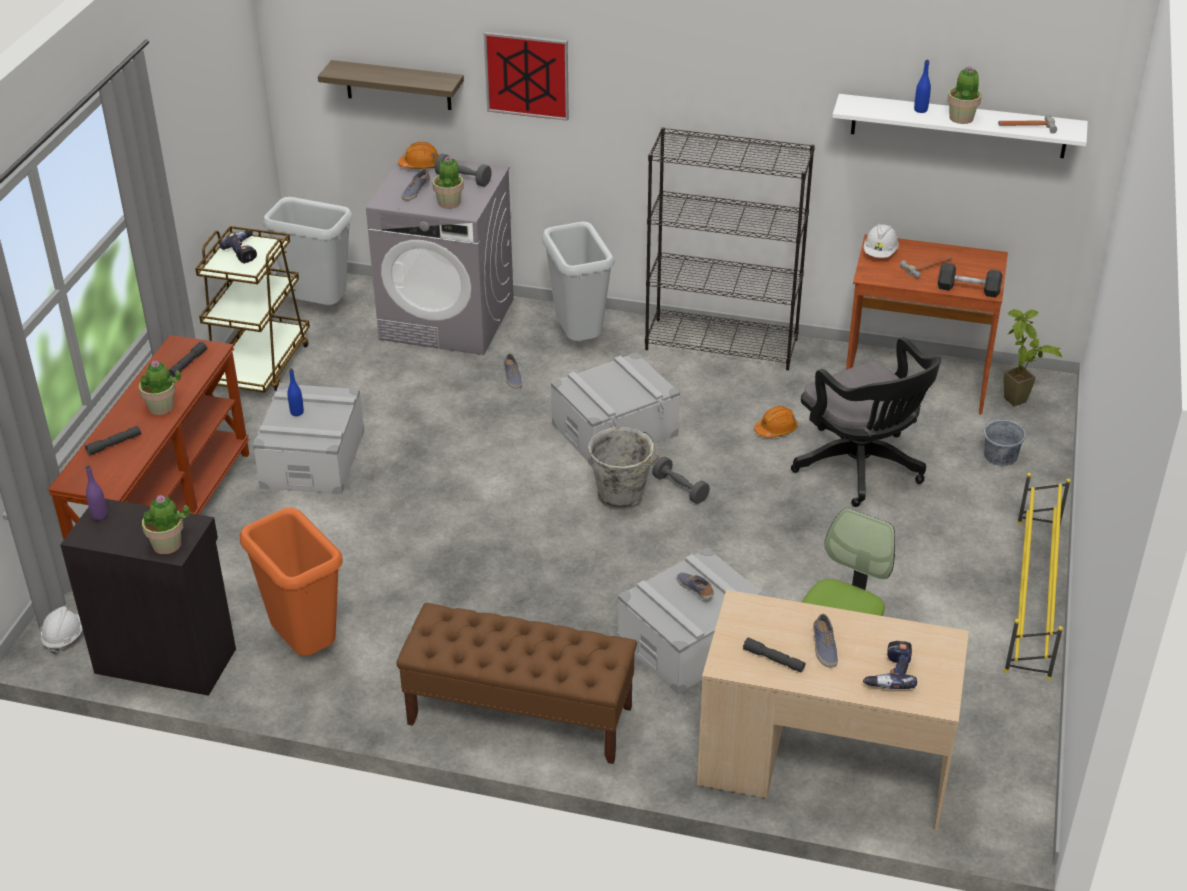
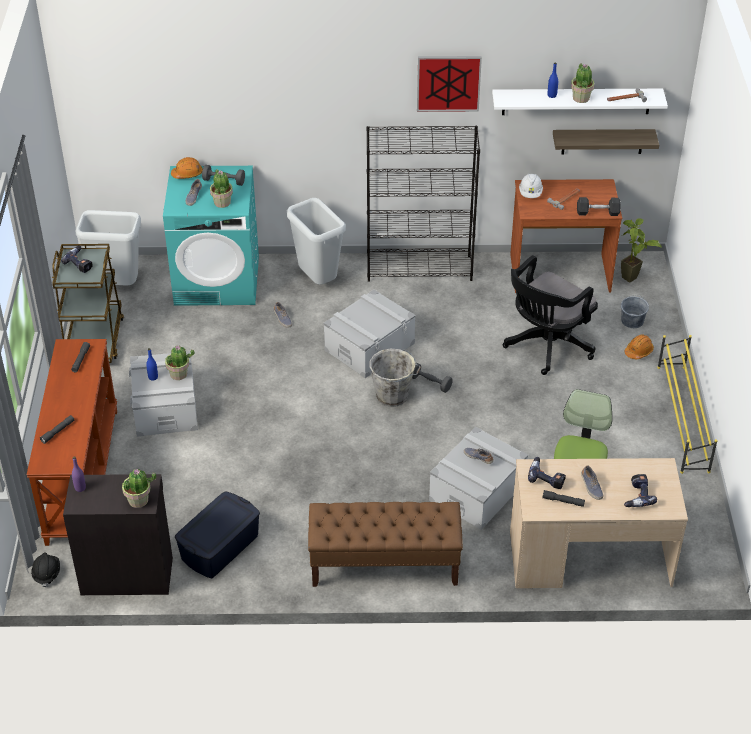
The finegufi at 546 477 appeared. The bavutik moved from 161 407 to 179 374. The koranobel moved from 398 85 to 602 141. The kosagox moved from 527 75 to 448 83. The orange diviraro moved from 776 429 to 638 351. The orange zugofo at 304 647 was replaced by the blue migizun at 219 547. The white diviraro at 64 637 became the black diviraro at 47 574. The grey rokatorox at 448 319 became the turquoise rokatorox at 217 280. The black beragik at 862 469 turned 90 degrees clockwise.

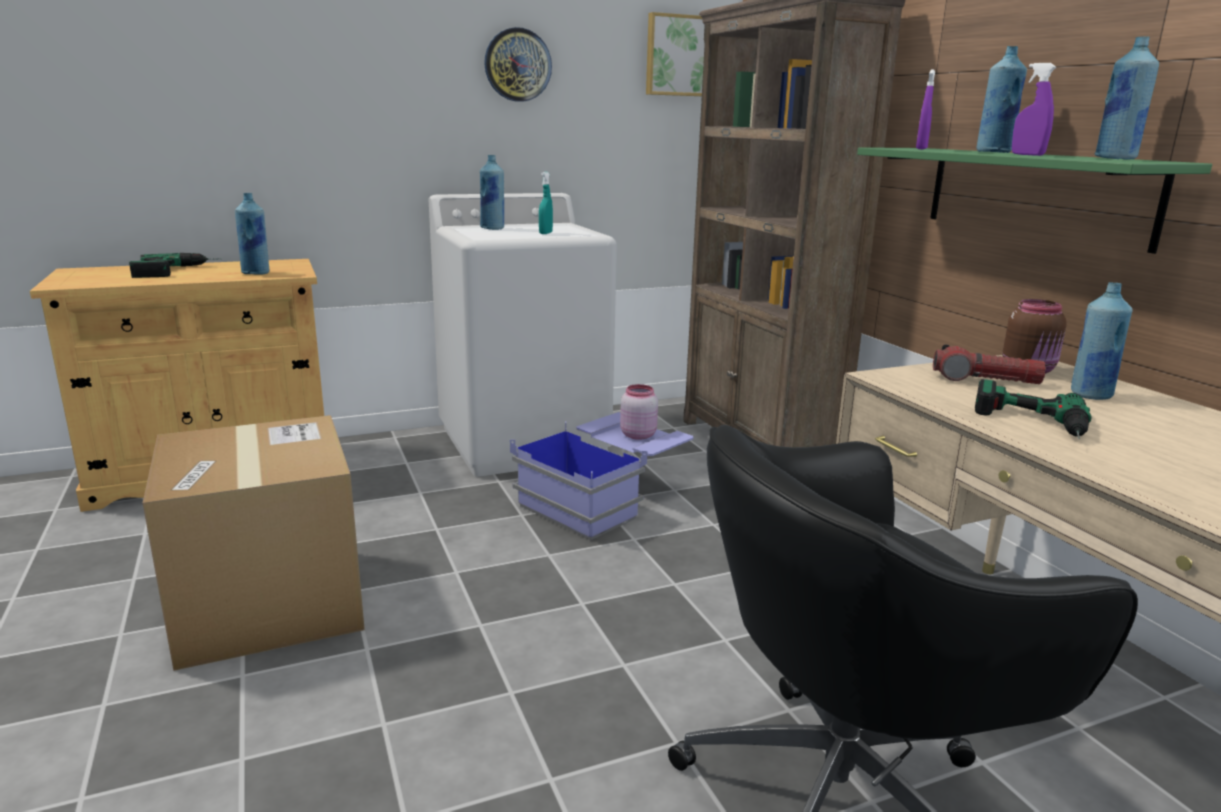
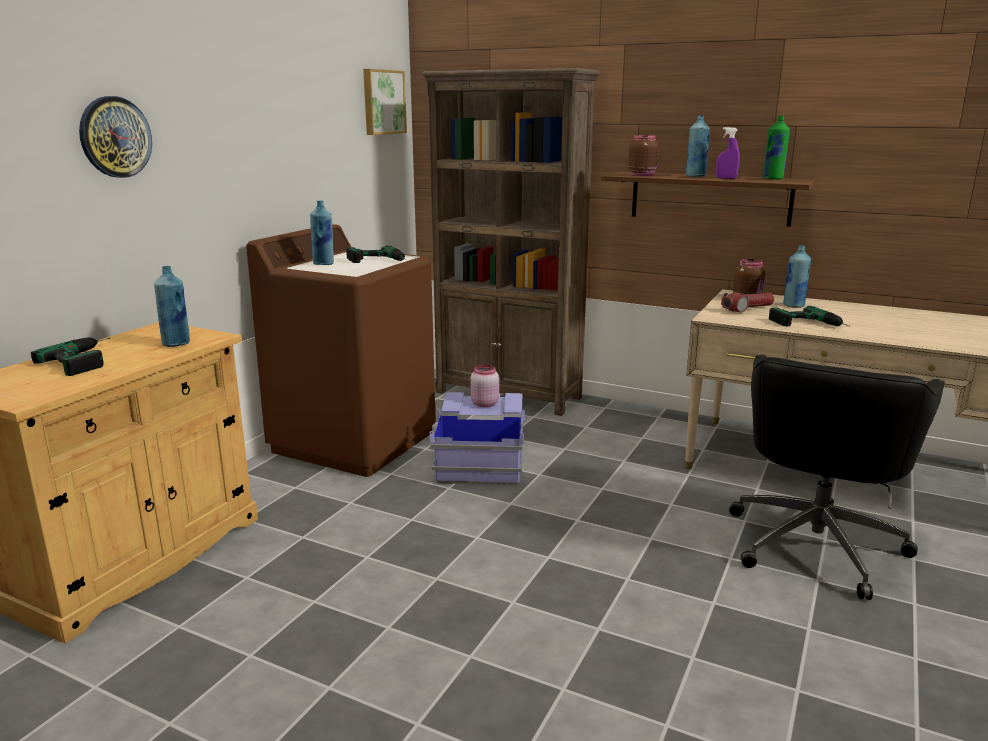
The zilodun at 269 603 disappeared. The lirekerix moved from 517 65 to 115 137. The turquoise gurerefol at 545 233 was replaced by the finegufi at 378 261. The purple gurerefol at 921 149 was replaced by the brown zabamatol at 642 175. The white rokatorox at 524 441 became the brown rokatorox at 354 441. The green koranobel at 1035 194 became the brown koranobel at 710 198. The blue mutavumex at 1115 158 became the green mutavumex at 772 179.

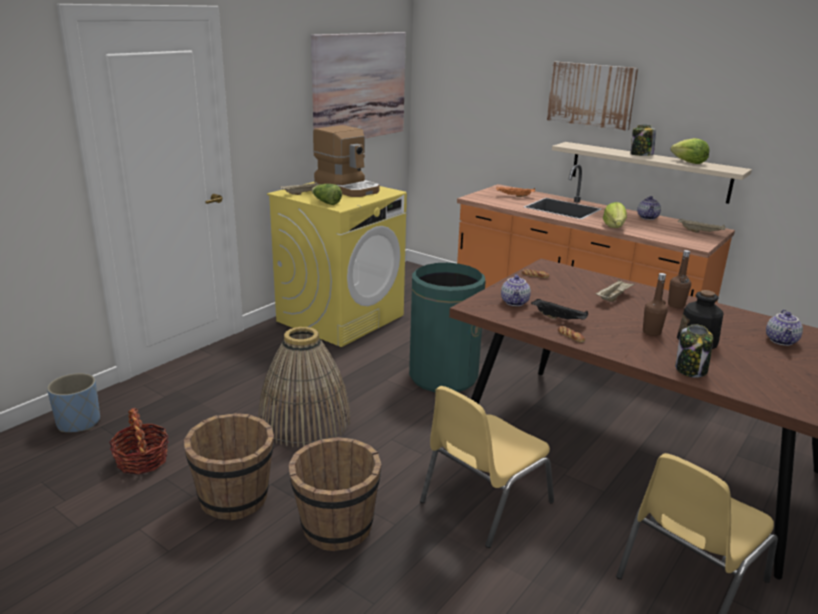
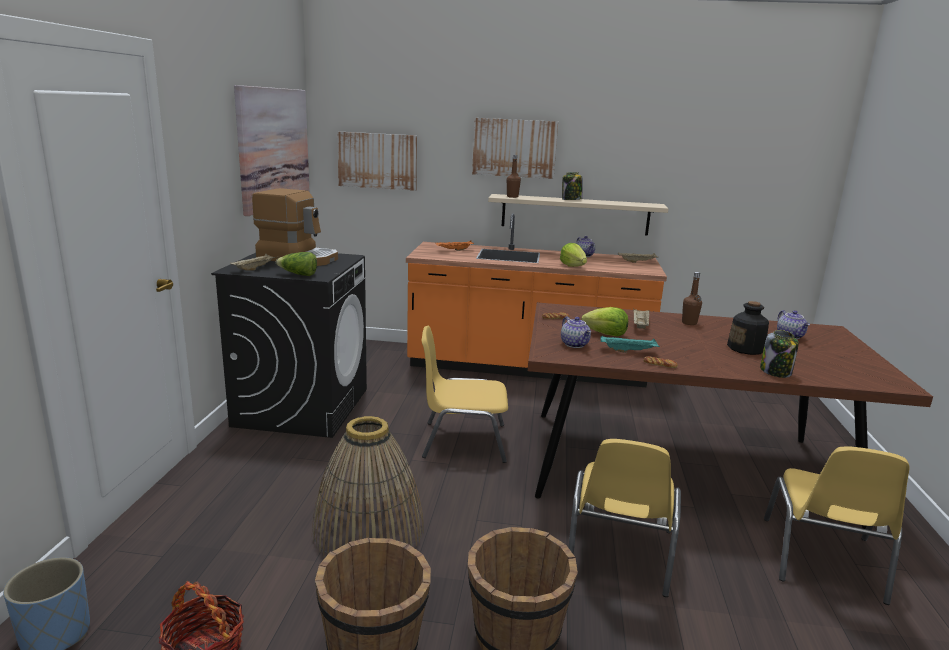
The kosagox at 377 161 appeared. The brown mutavumex moved from 651 332 to 512 196. The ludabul moved from 688 162 to 605 334. The green zugofo at 443 376 was replaced by the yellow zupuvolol at 463 441. The yellow rokatorox at 341 318 became the black rokatorox at 302 407. The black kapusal at 559 318 became the turquoise kapusal at 629 351.

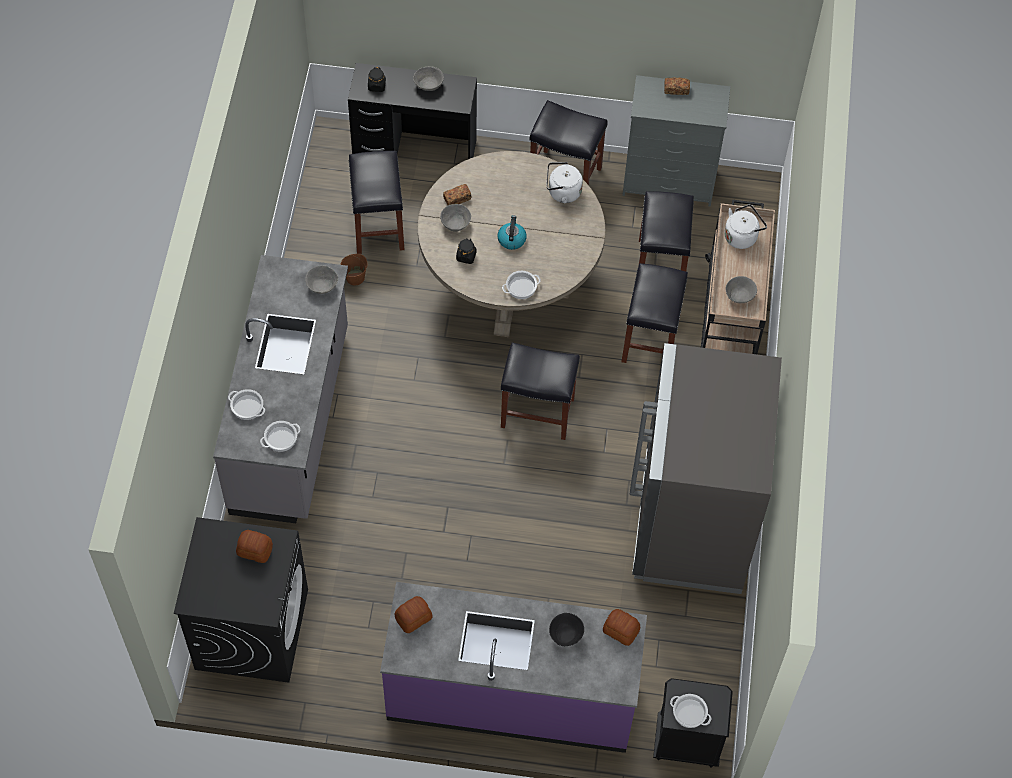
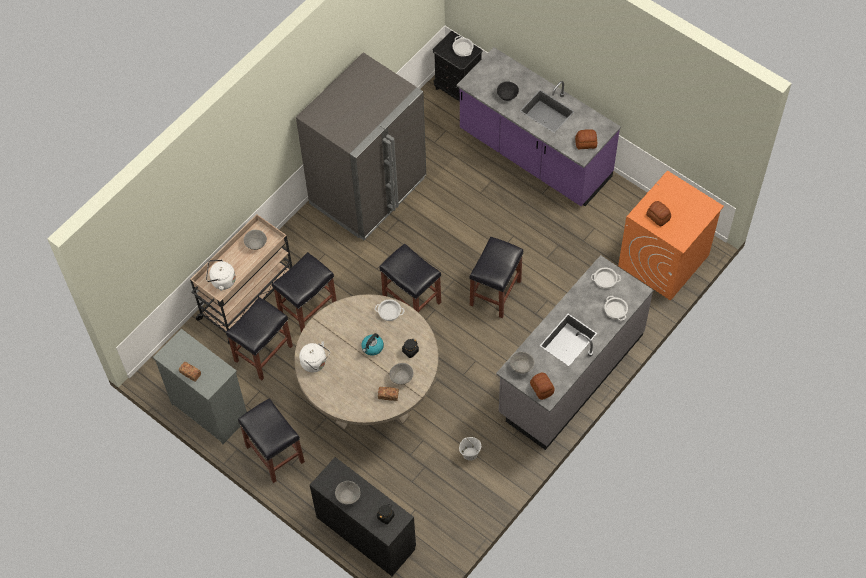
The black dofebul moved from 377 225 to 495 294. The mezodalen moved from 621 631 to 542 388. The black rokatorox at 251 628 became the orange rokatorox at 663 261. The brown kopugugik at 355 277 became the white kopugugik at 469 454.

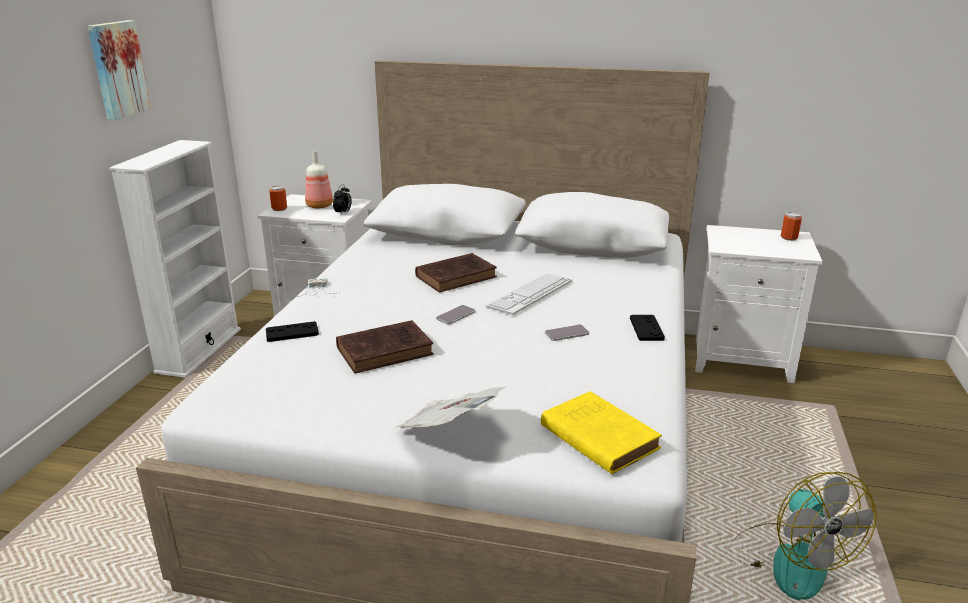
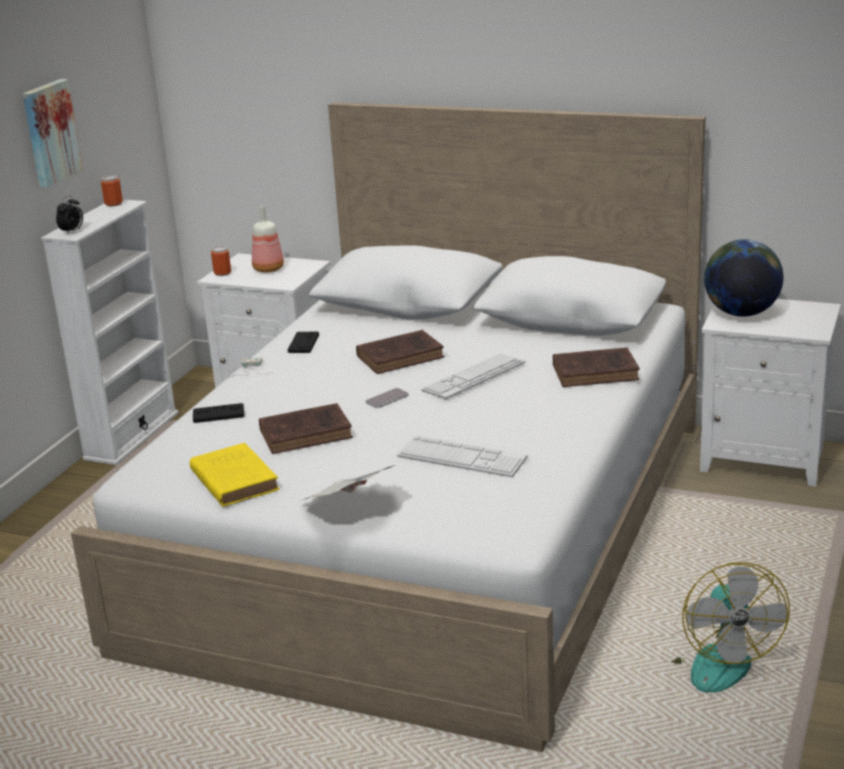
The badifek at 566 333 disappeared. The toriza at 462 458 appeared. The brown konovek at 597 372 appeared. The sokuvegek at 741 313 appeared. The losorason moved from 343 213 to 72 231. The yellow konovek moved from 597 436 to 233 479. The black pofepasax moved from 646 329 to 303 343. The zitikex moved from 789 238 to 113 204.

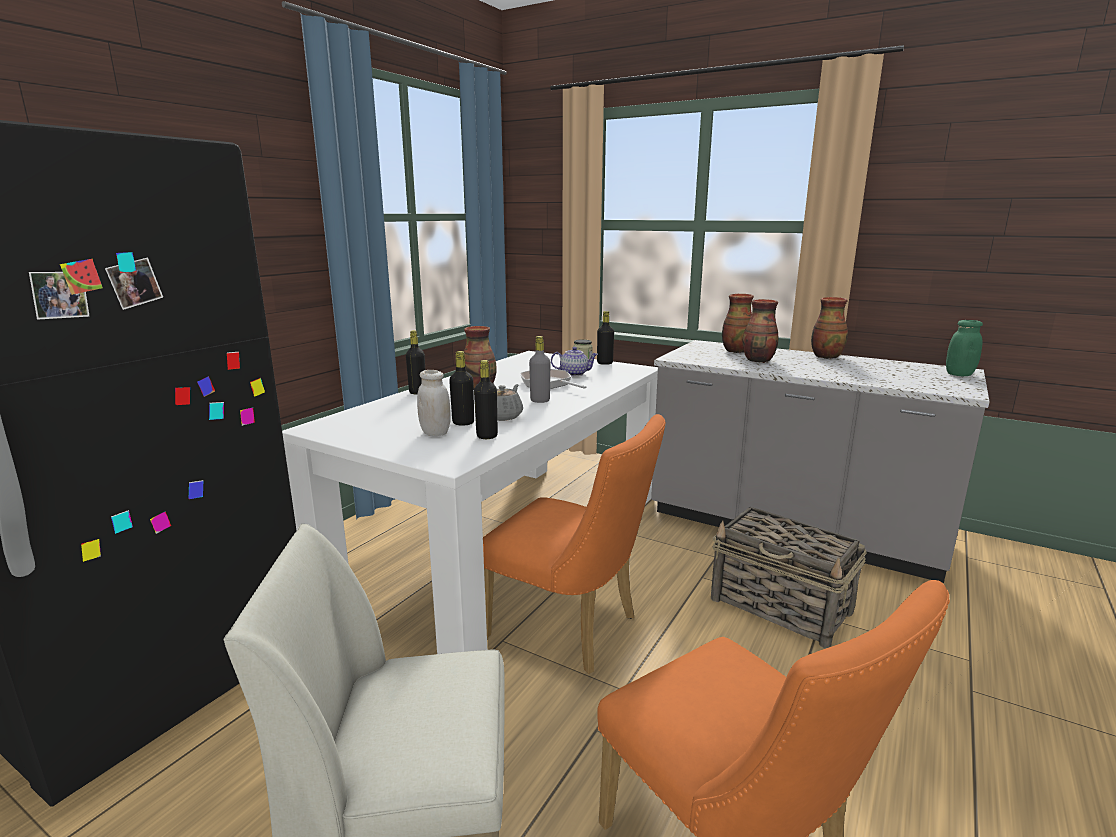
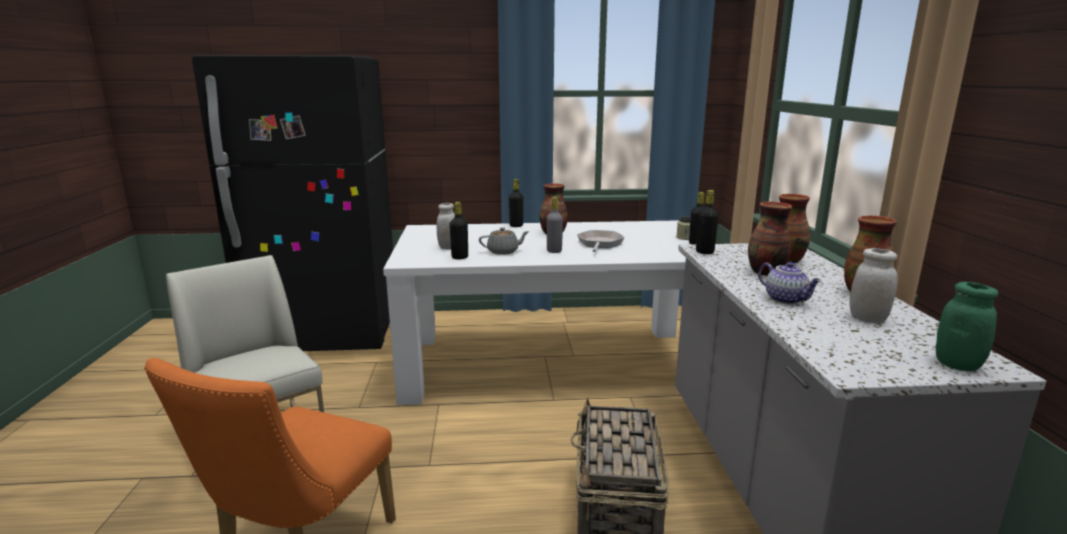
The orange zupuvolol at 571 629 disappeared. The white zabamatol at 867 319 appeared. The black mutavumex moved from 463 423 to 704 252. The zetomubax moved from 574 374 to 786 299.

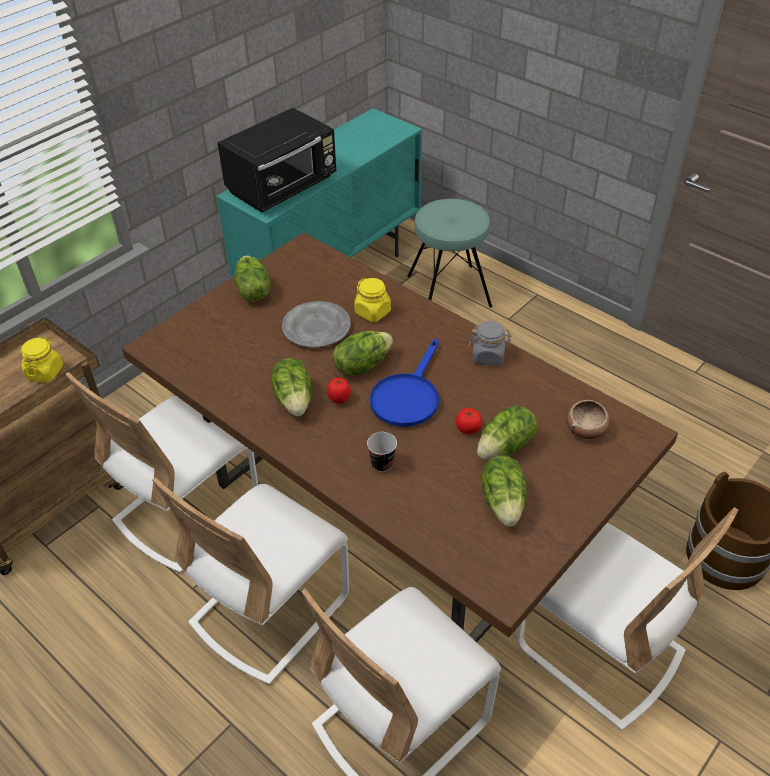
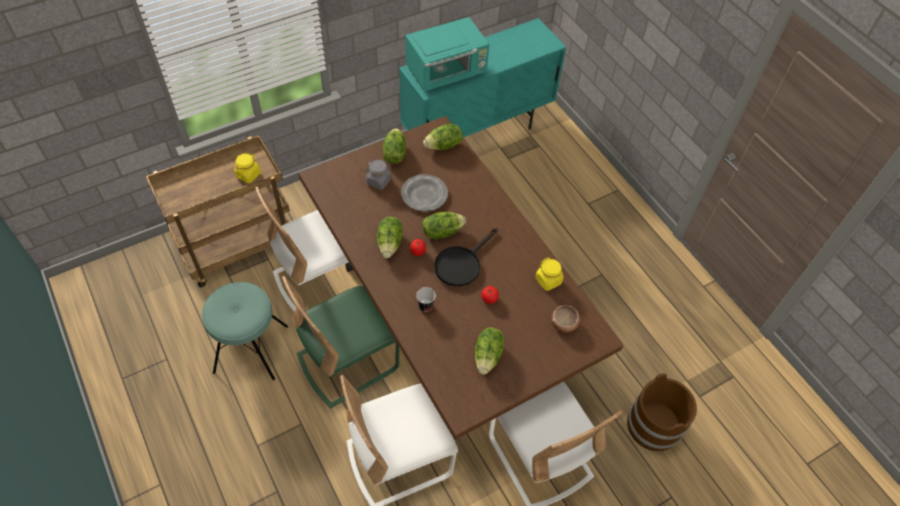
The yellow zabamatol moved from 373 312 to 548 280. The turquoise dofebul moved from 449 291 to 251 349. The grey zabamatol moved from 488 356 to 379 181. The ludabul moved from 506 447 to 443 146. The white zupuvolol at 270 609 became the green zupuvolol at 348 362. The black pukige at 283 187 became the turquoise pukige at 447 73. The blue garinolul at 407 396 became the black garinolul at 461 263.

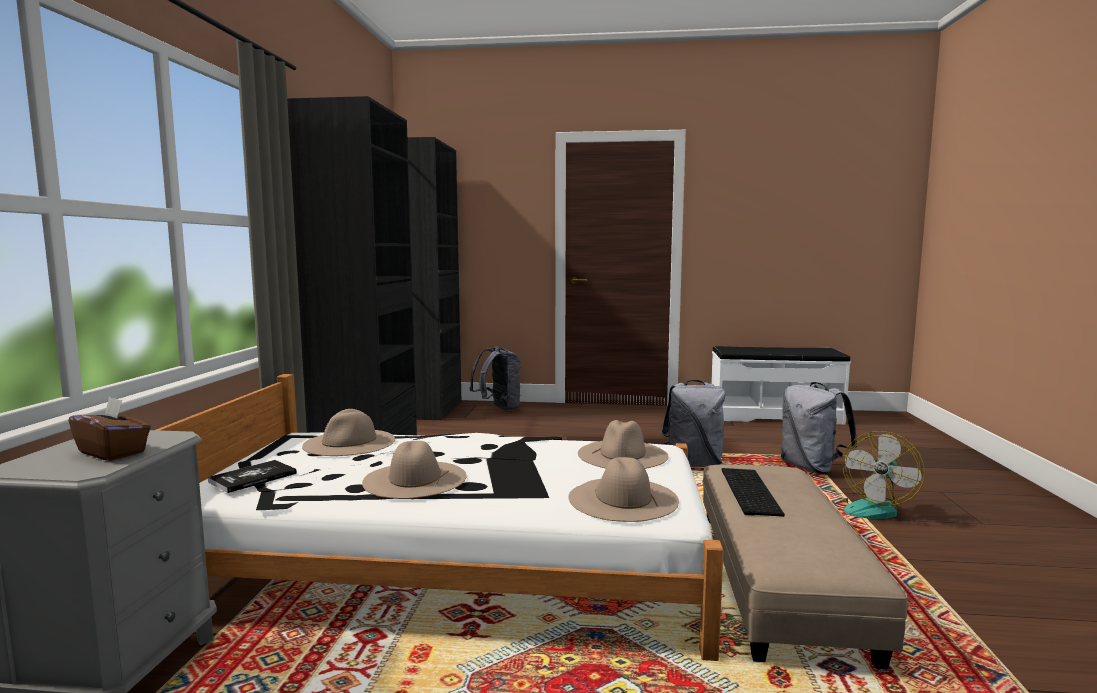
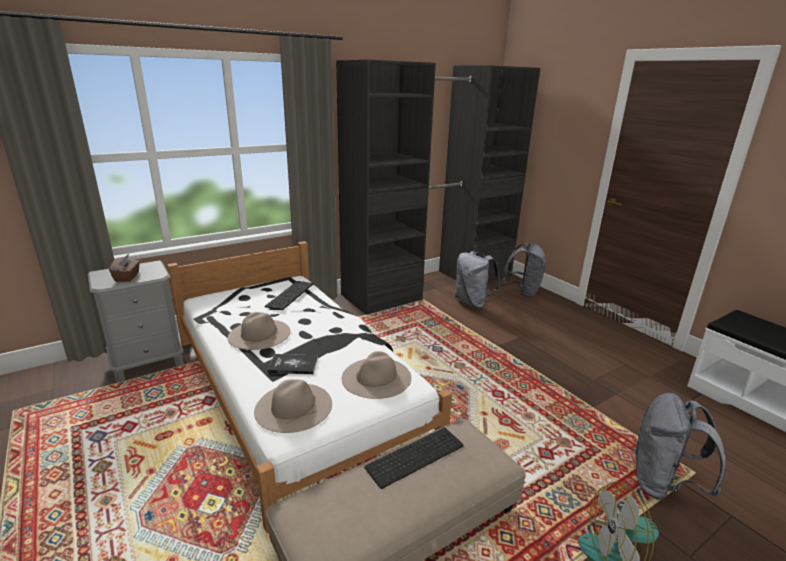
The konovek moved from 253 478 to 293 365. The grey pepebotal moved from 693 464 to 473 303. The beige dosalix at 349 442 was replaced by the toriza at 291 295.

